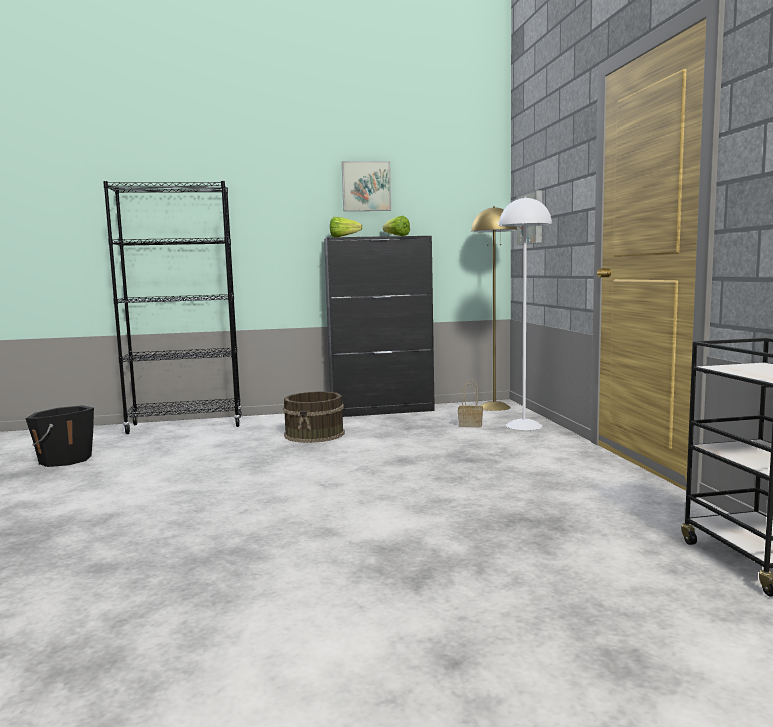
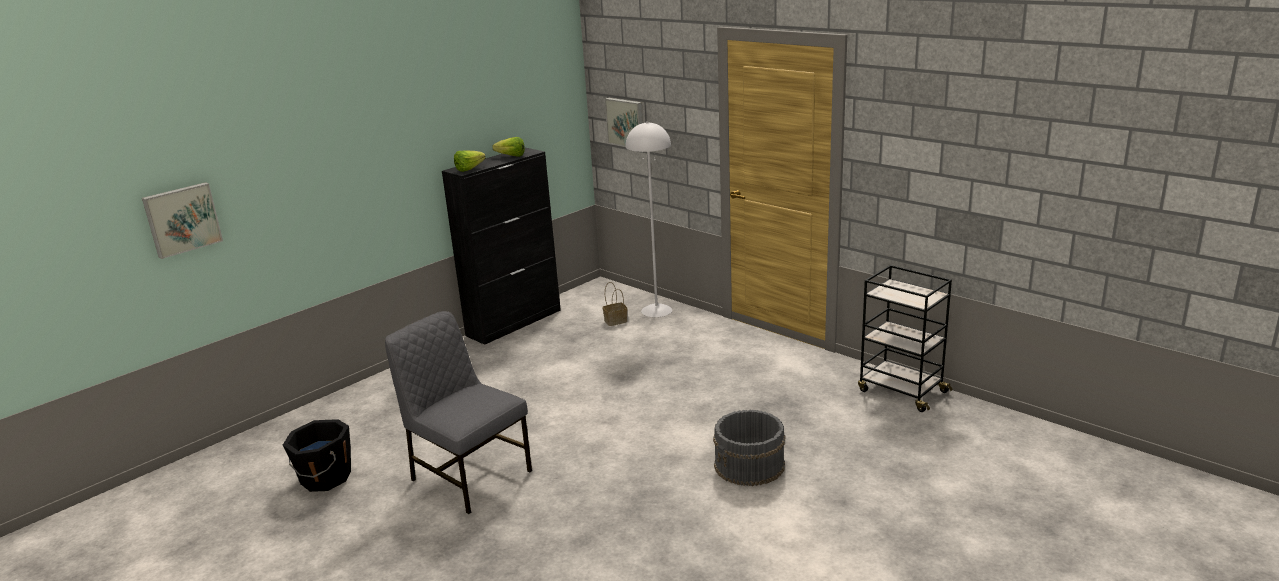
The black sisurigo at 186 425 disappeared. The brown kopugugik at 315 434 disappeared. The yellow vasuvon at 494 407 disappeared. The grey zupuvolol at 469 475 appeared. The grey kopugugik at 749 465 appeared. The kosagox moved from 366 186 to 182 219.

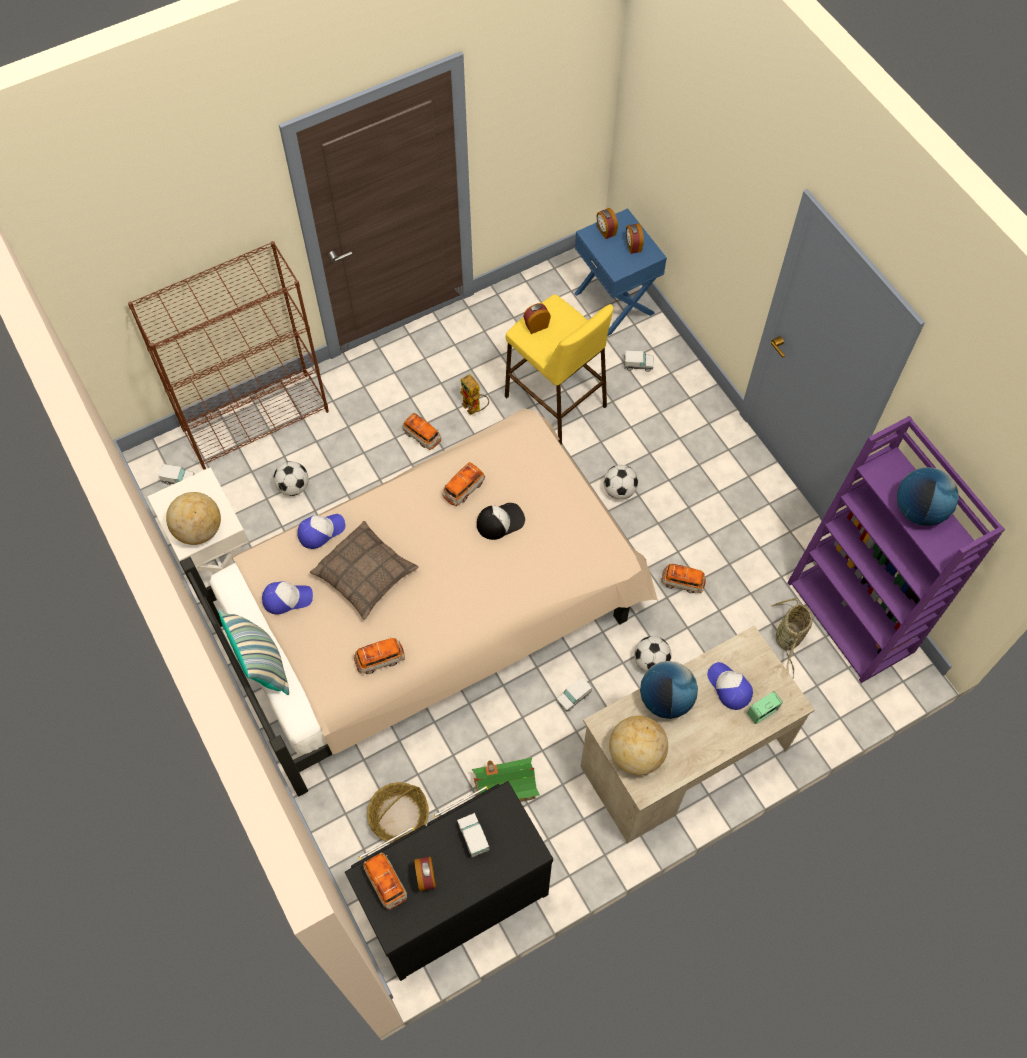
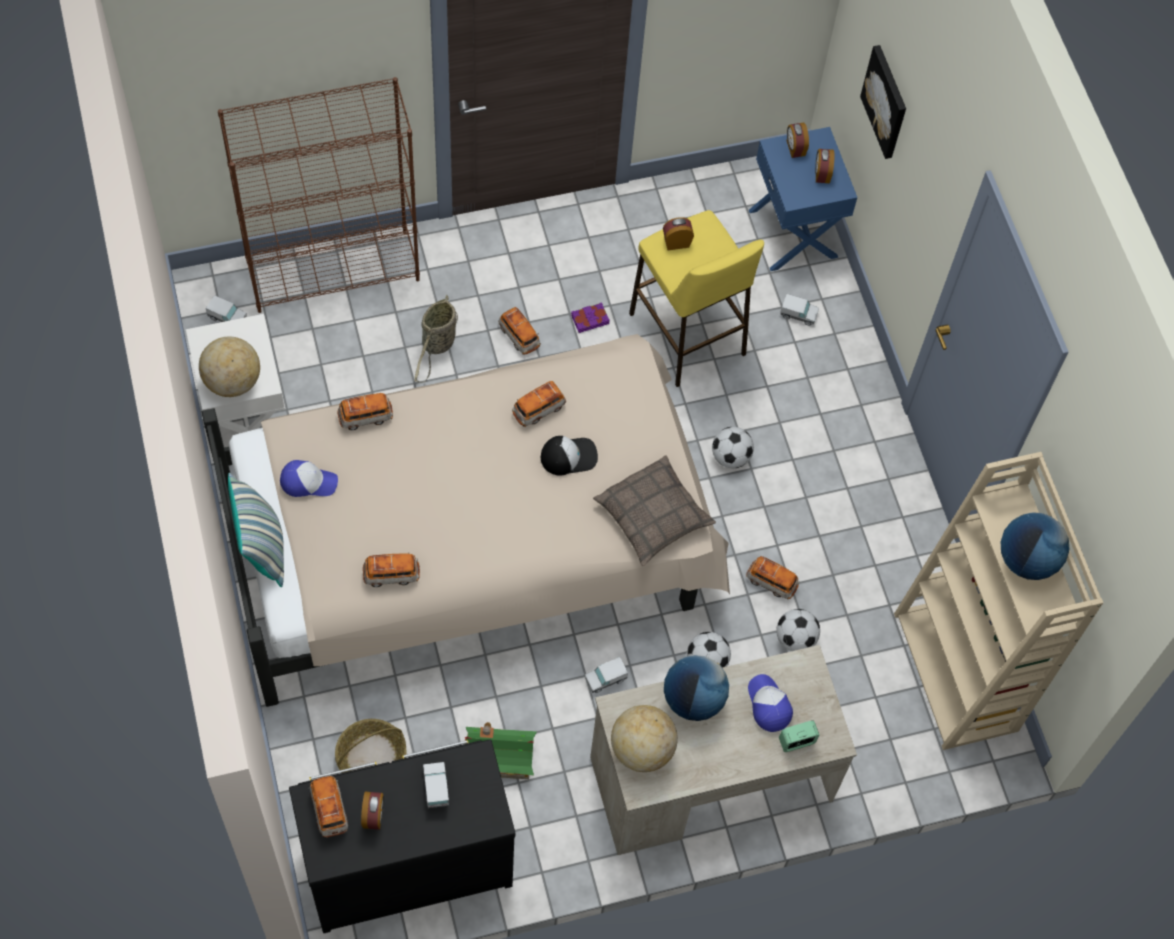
The kosagox at 886 101 appeared. The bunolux moved from 293 487 to 795 639. The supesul moved from 365 574 to 653 516. The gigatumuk moved from 788 640 to 437 345. The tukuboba at 321 531 was replaced by the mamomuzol at 366 417. The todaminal at 474 409 was replaced by the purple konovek at 589 319. The purple sisurigo at 852 617 became the beige sisurigo at 957 673.

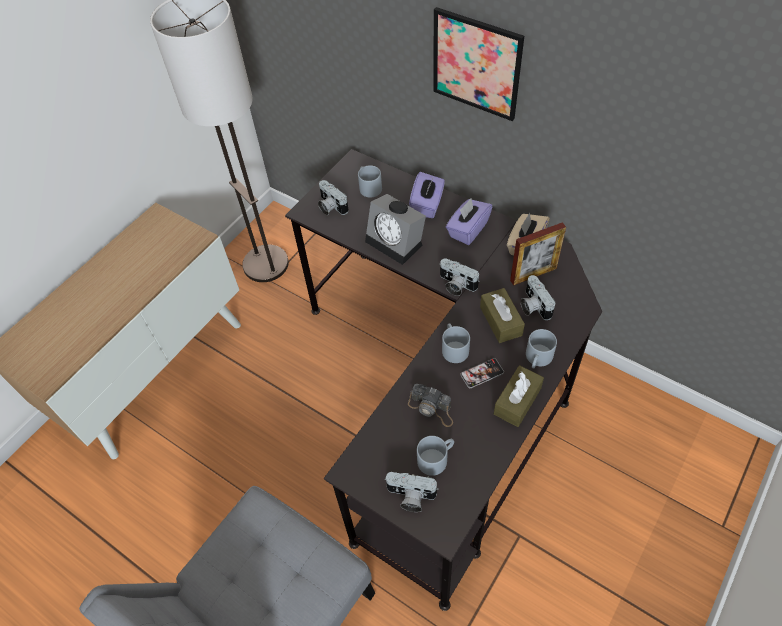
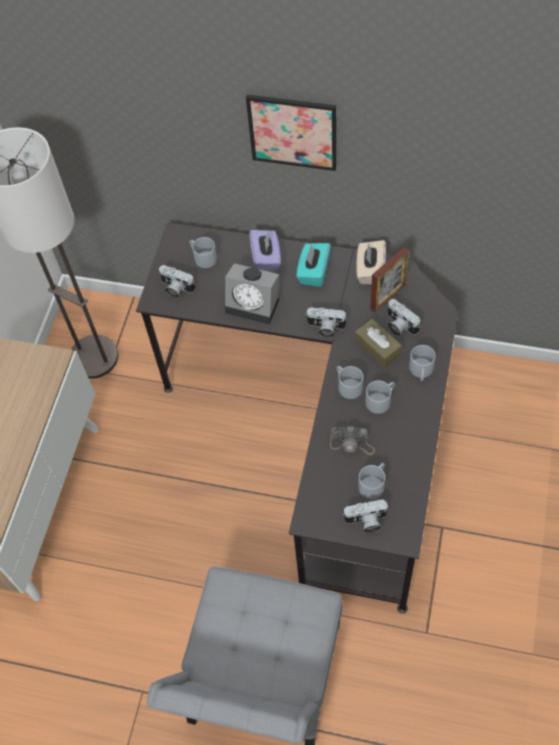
The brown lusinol at 517 401 disappeared. The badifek at 482 373 was replaced by the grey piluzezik at 380 399. The purple lusinol at 467 230 became the turquoise lusinol at 313 272.

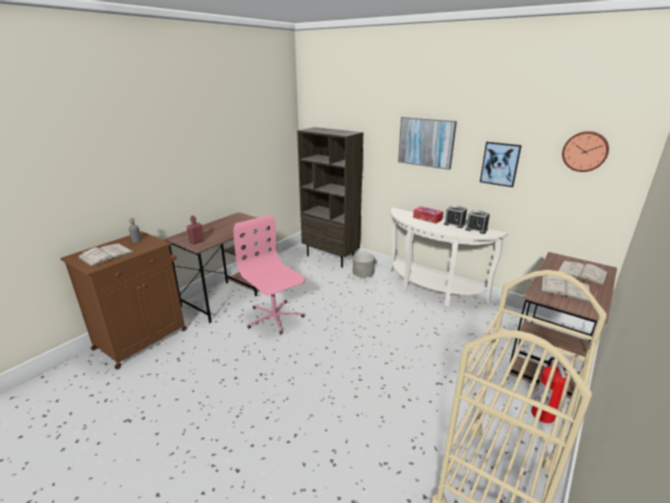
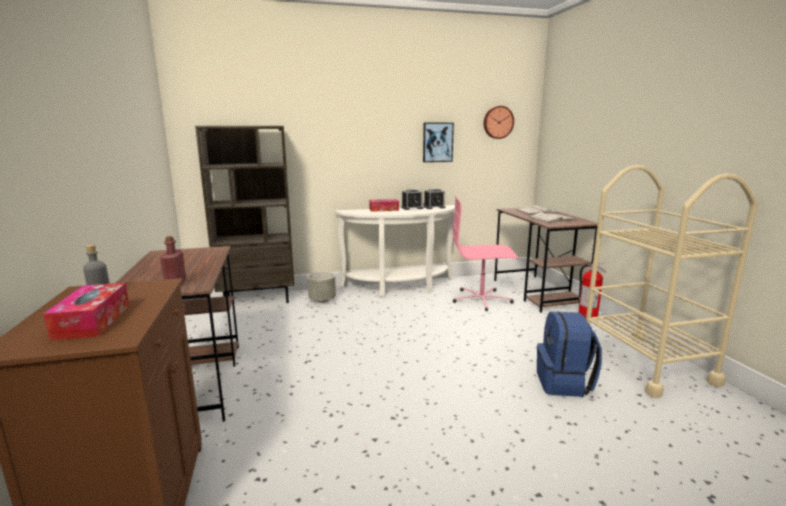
The kosagox at 426 142 disappeared. The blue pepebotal at 564 383 appeared. The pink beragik moved from 274 318 to 481 299. The white konovek at 106 255 was replaced by the lusinol at 93 321.

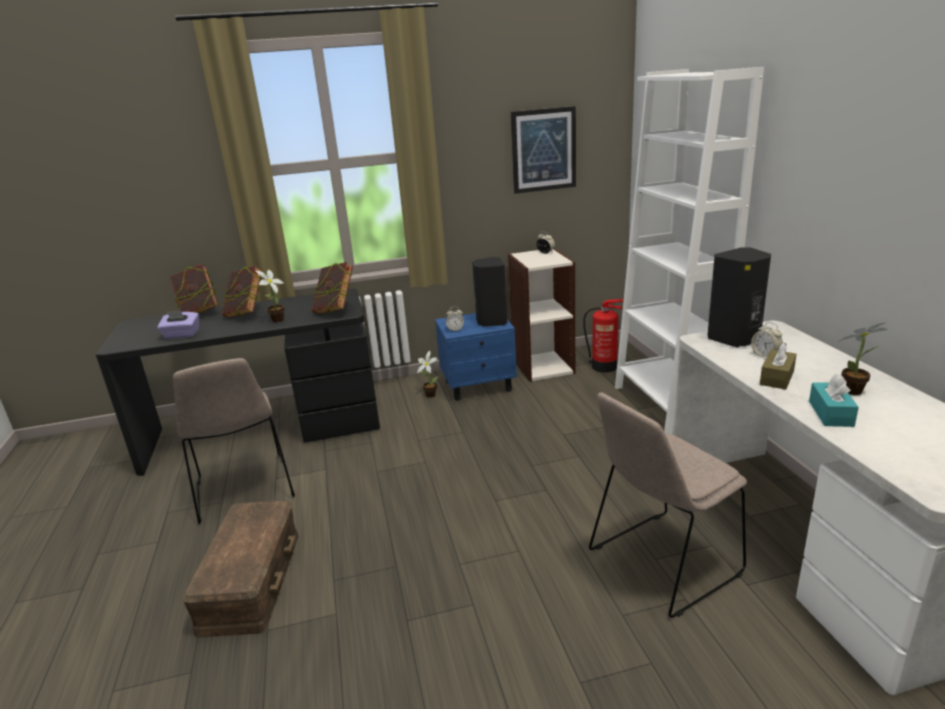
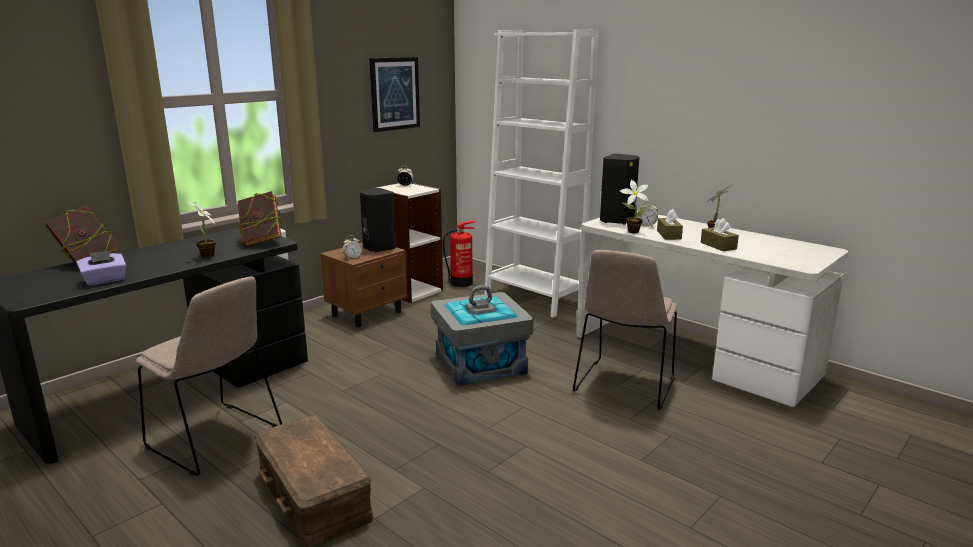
The konovek at 247 314 disappeared. The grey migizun at 480 363 appeared. The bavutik moved from 430 394 to 631 231. The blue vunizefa at 479 386 became the brown vunizefa at 368 313. The turquoise lusinol at 830 413 became the brown lusinol at 718 246.

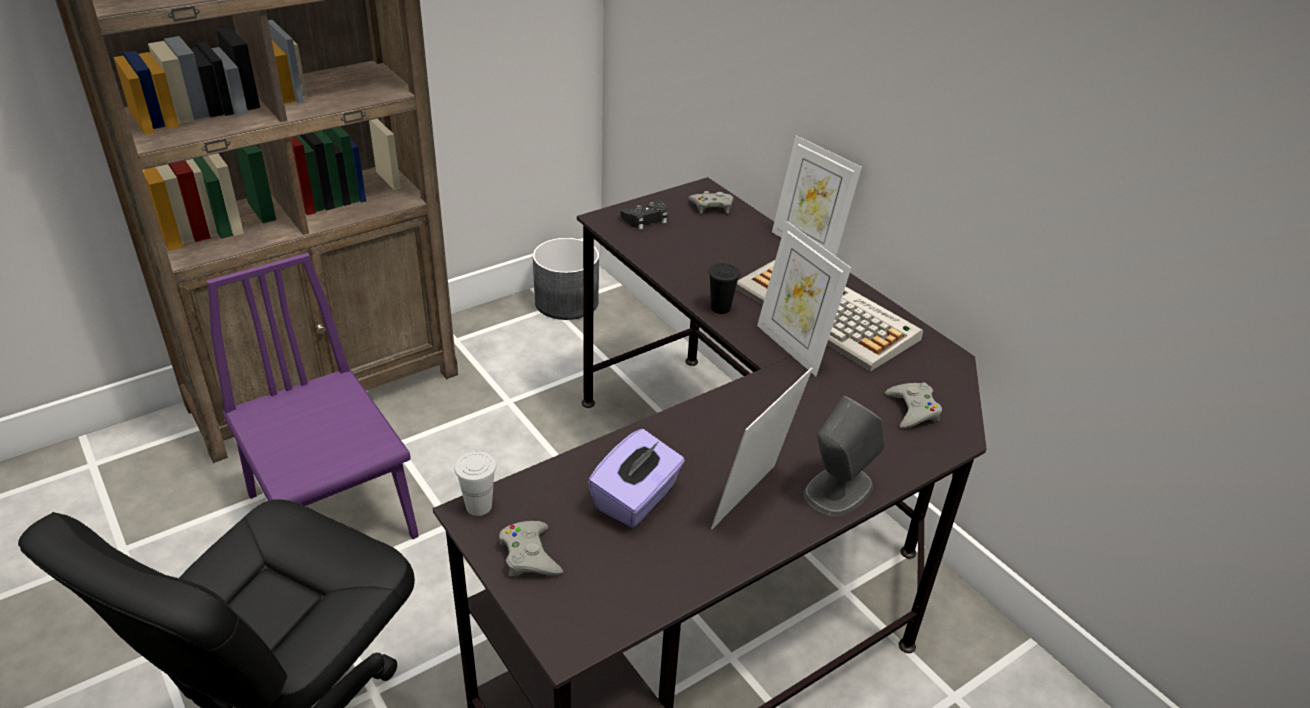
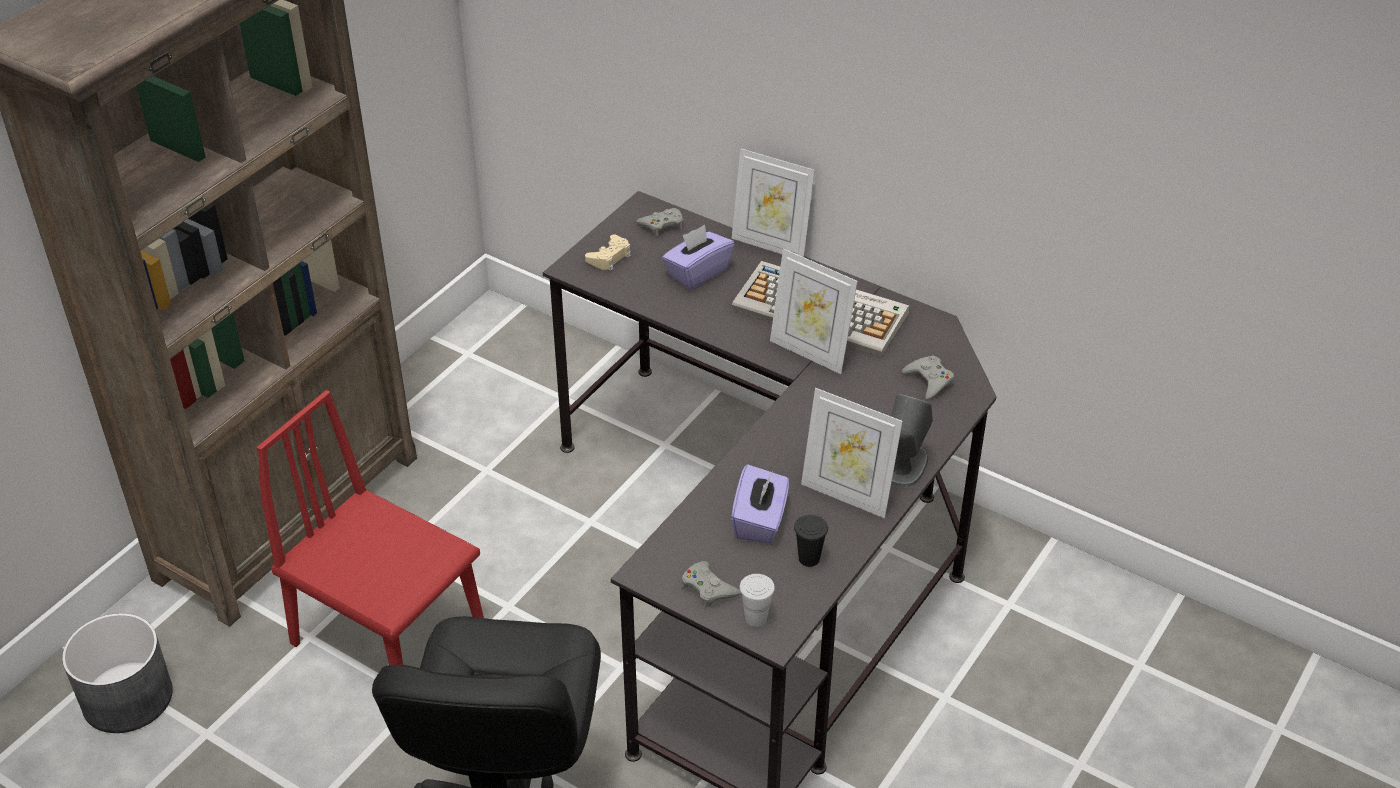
The purple lusinol at 697 273 appeared. The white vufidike moved from 479 506 to 756 618. The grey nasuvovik moved from 567 302 to 128 697. The black vufidike moved from 720 308 to 809 558. The purple zupuvolol at 332 515 became the red zupuvolol at 388 636. The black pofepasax at 646 219 became the beige pofepasax at 609 257. The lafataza at 753 501 turned 75 degrees counterclockwise.

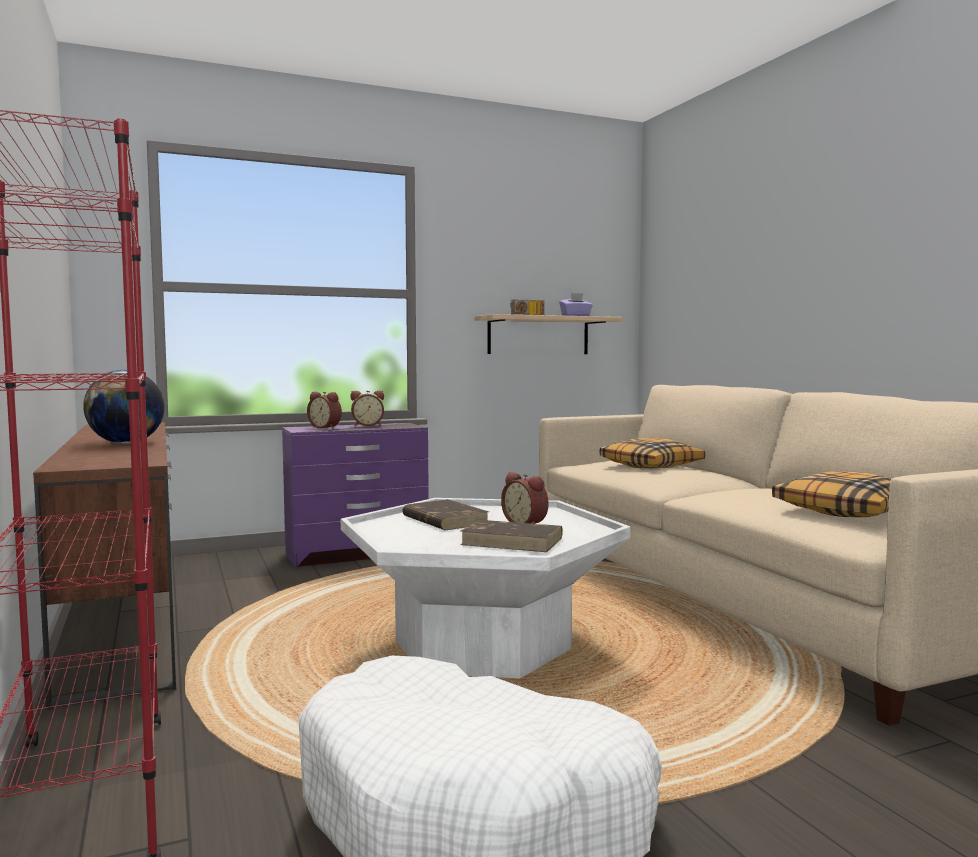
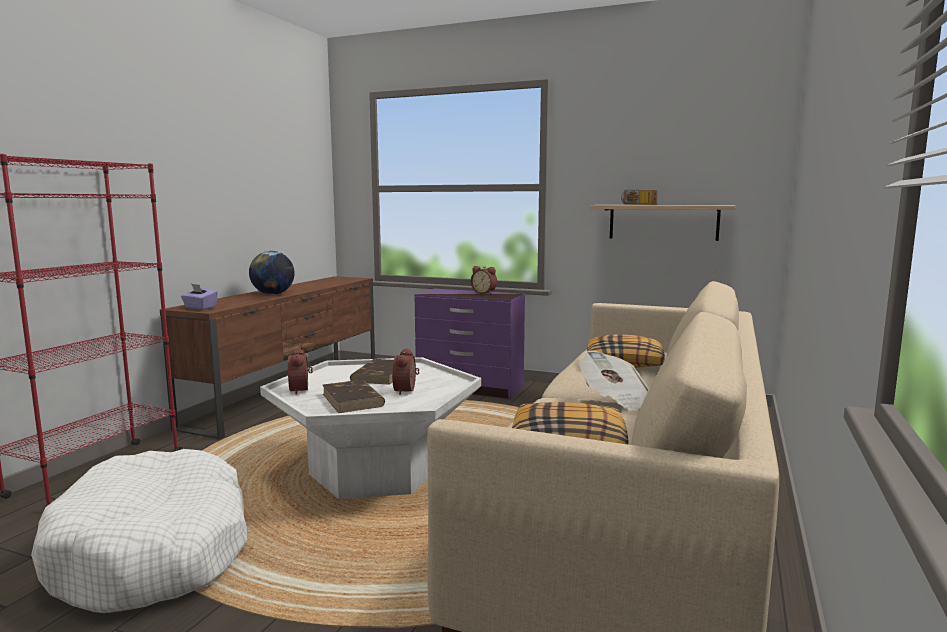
The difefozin at 614 399 appeared. The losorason moved from 326 427 to 301 390. The purple lusinol moved from 576 316 to 200 308.

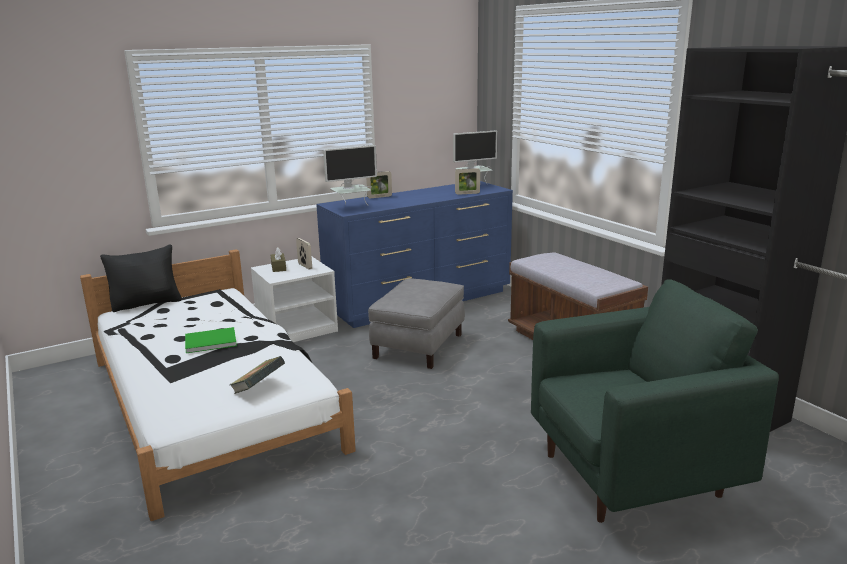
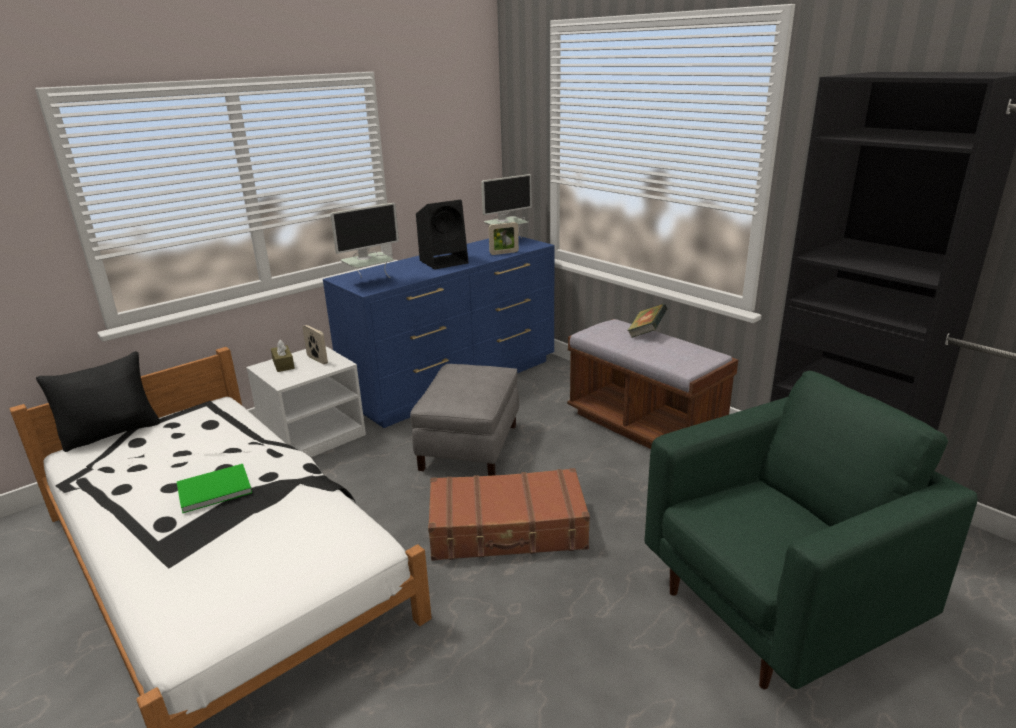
The lafataza at 379 197 disappeared. The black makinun at 444 261 appeared. The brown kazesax at 508 529 appeared. The konovek moved from 258 388 to 646 333.

